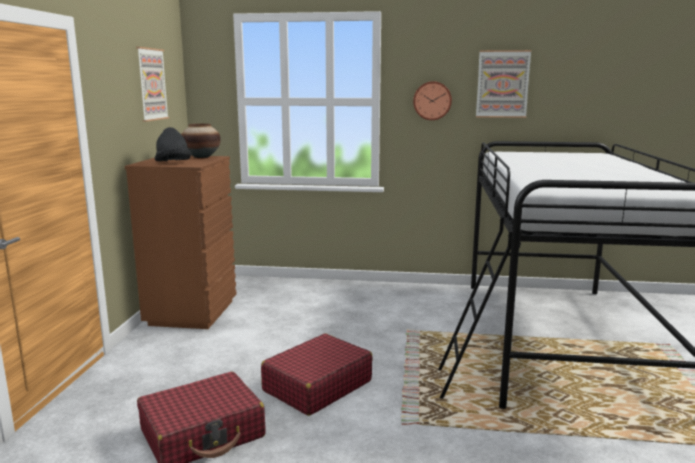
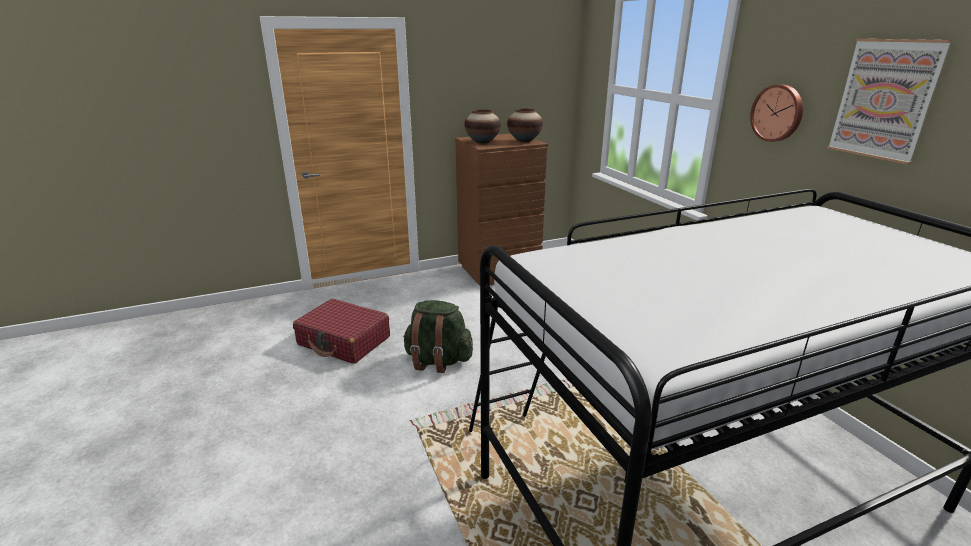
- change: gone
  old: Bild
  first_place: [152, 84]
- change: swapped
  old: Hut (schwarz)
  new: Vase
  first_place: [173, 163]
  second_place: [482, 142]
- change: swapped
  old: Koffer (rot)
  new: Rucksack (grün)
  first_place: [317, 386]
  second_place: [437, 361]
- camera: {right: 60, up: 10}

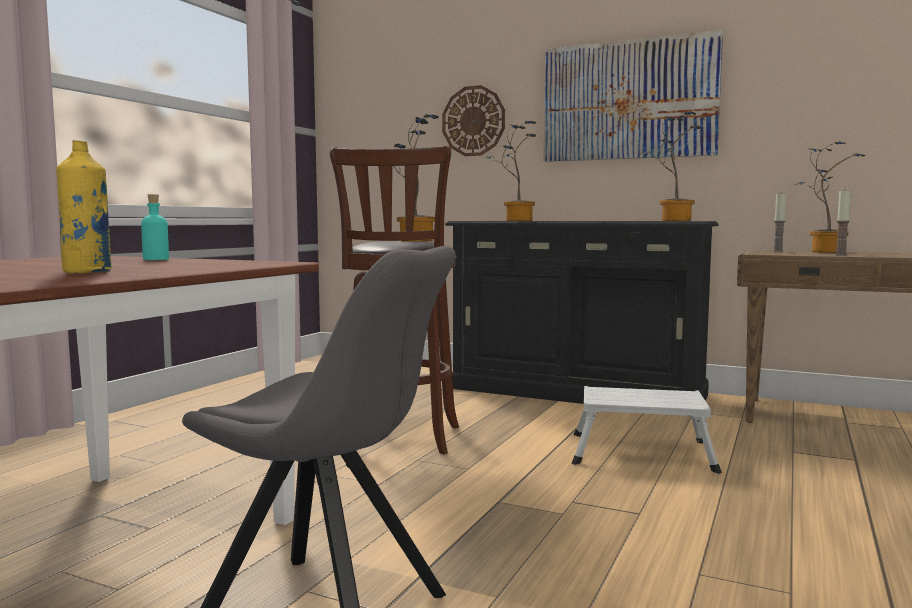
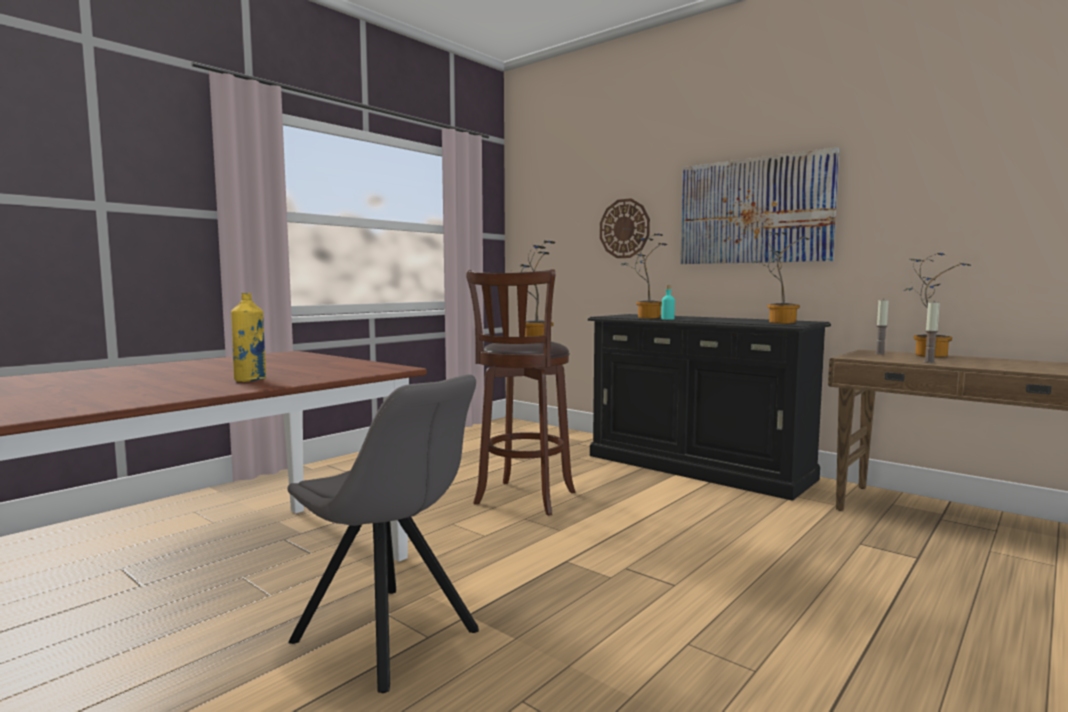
- change: shifted
  old: Flasche (türkis)
  first_place: [156, 259]
  second_place: [667, 319]
- change: gone
  old: Trittleiter (weiß)
  first_place: [642, 452]
- camera: {right: 15, up: 0}

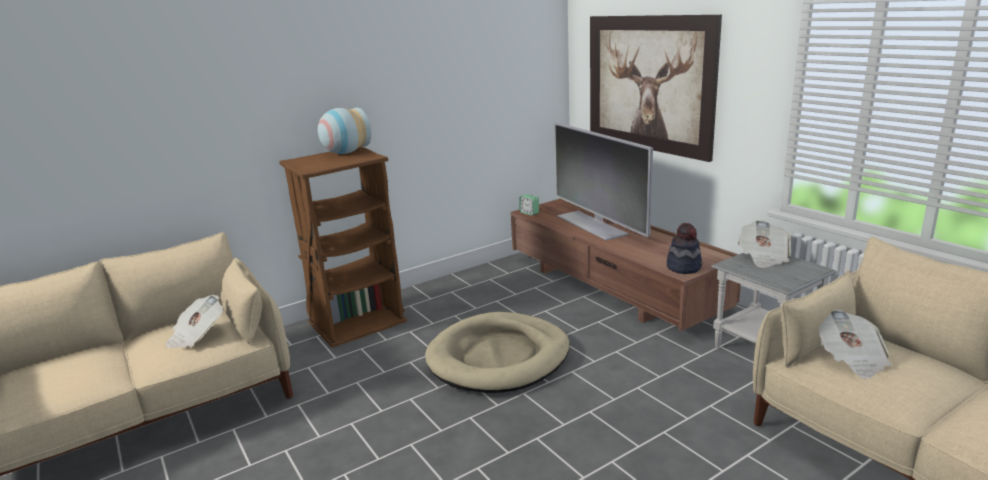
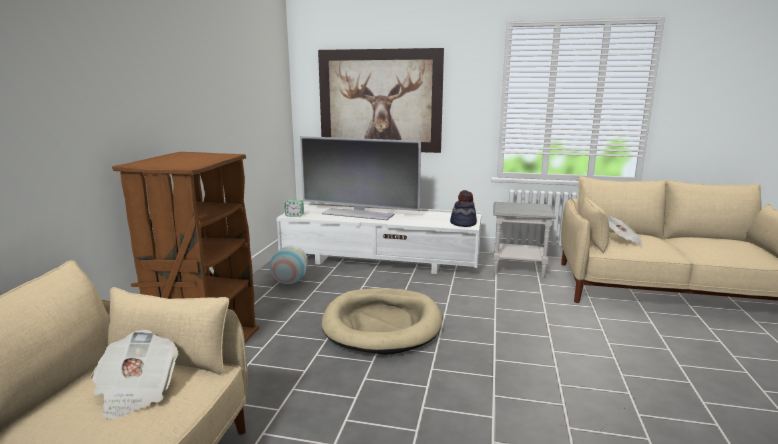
- change: shifted
  old: Vase
  first_place: [345, 153]
  second_place: [289, 282]
- change: repainted
  old: Fernsehschrank (braun)
  new: Fernsehschrank (weiß)
  first_place: [613, 285]
  second_place: [381, 259]
- change: gone
  old: Zeitung
  first_place: [763, 257]
- camera: {right: -45, up: -5}

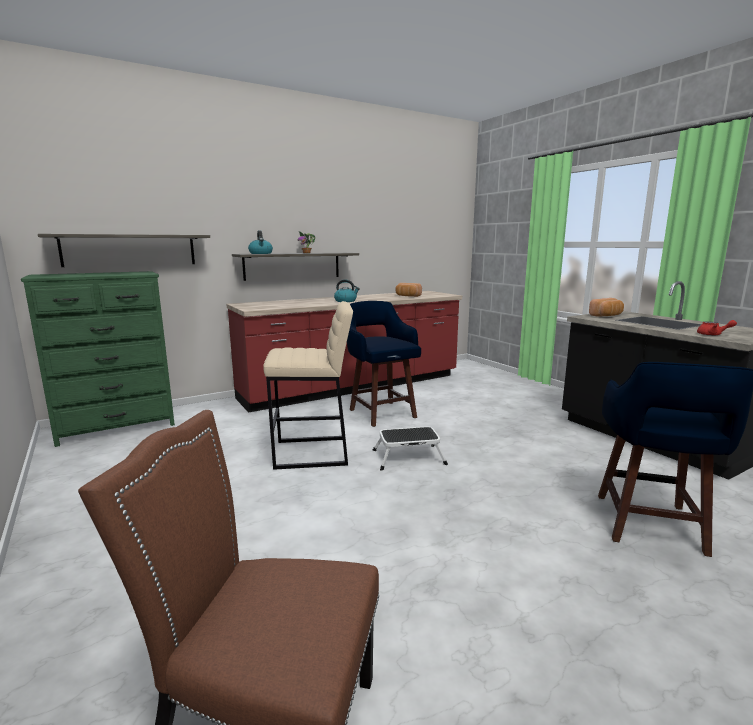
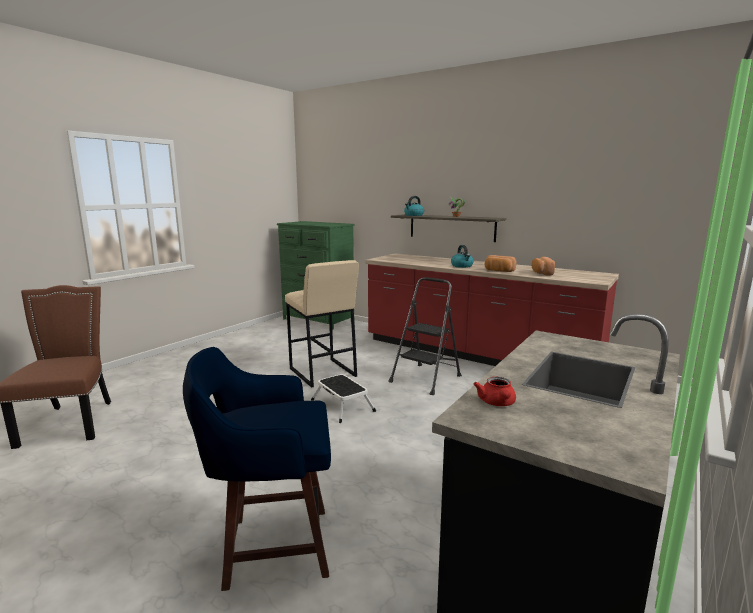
- change: gone
  old: Wandregal
  first_place: [130, 250]
- change: shifted
  old: Brot
  first_place: [607, 316]
  second_place: [498, 271]
- change: swapped
  old: Hocker (blau)
  new: Trittleiter (schwarz)
  first_place: [381, 412]
  second_place: [426, 377]
- camera: {right: 65, up: 0}

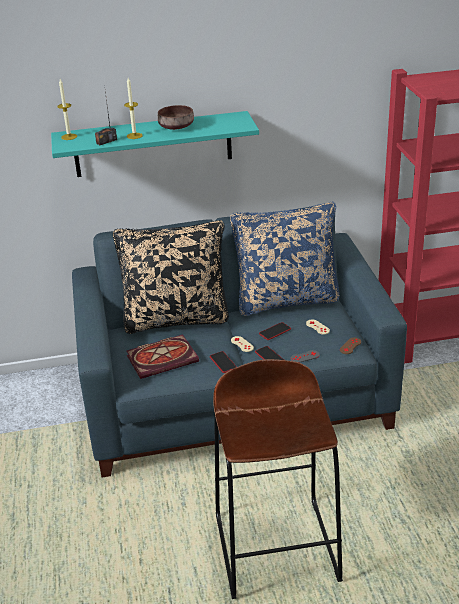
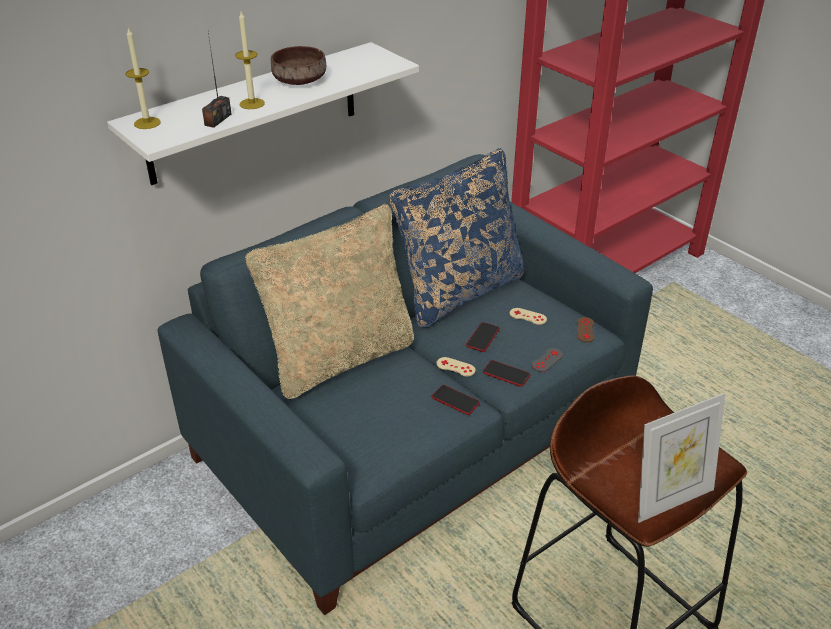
- change: repainted
  old: Wandregal (türkis)
  new: Wandregal (weiß)
  first_place: [153, 144]
  second_place: [254, 113]
- change: repainted
  old: Kissen (schwarz)
  new: Kissen (beige)
  first_place: [177, 321]
  second_place: [342, 360]
- change: gone
  old: Buch
  first_place: [163, 358]
- change: new
  new: Bilderrahmen
  second_place: [670, 499]
- camera: {right: -30, up: 5}

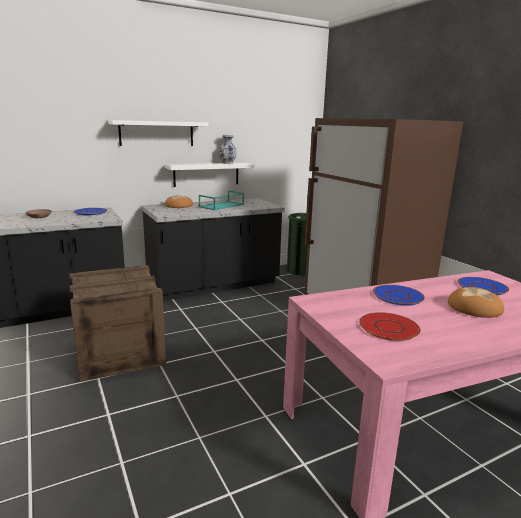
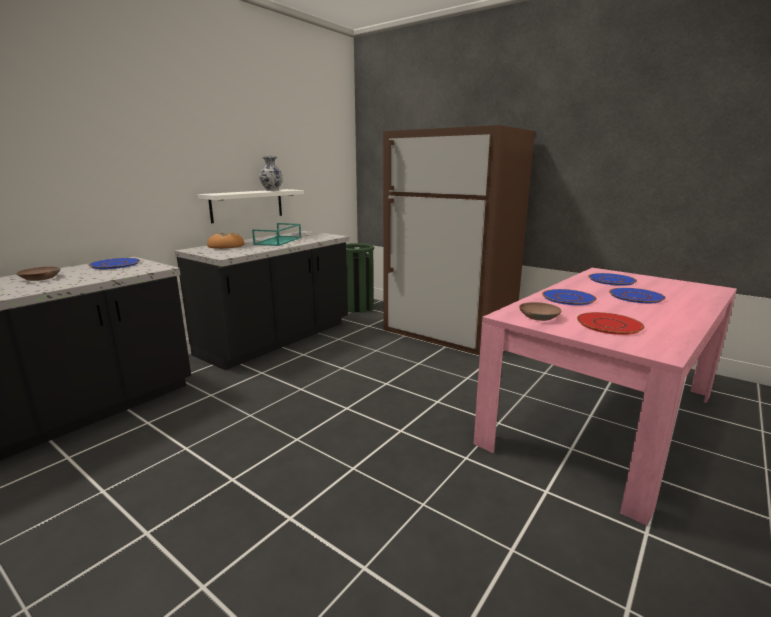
- change: gone
  old: Wandregal (weiß)
  first_place: [156, 133]
- change: gone
  old: Kiste
  first_place: [120, 353]
- change: swapped
  old: Brot
  new: Teller (blau)
  first_place: [475, 308]
  second_place: [636, 296]
- change: new
  new: Schüssel (braun)
  second_place: [538, 316]
- camera: {right: -25, up: 0}

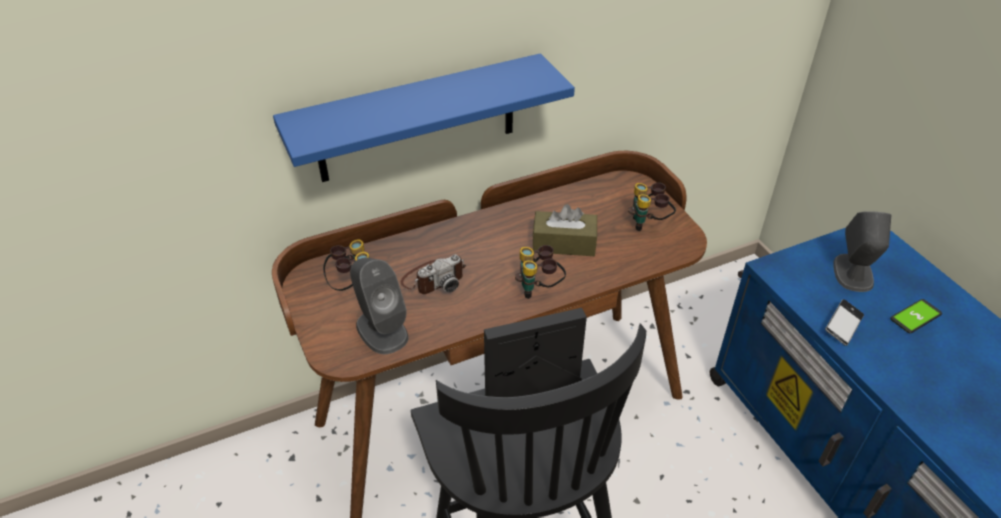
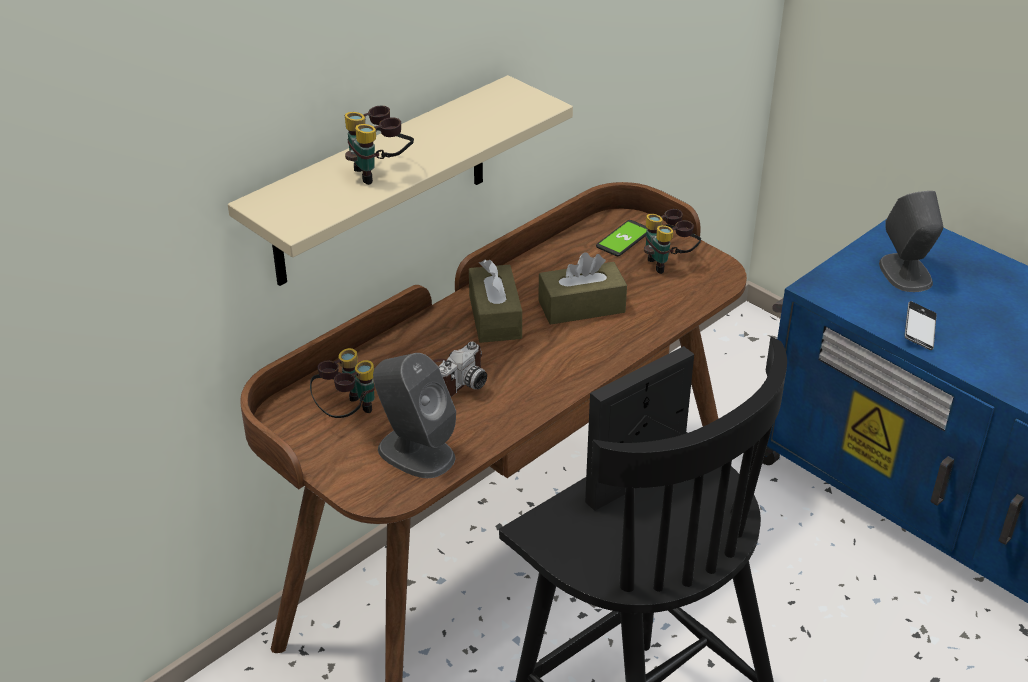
- change: repainted
  old: Wandregal (blau)
  new: Wandregal (beige)
  first_place: [417, 119]
  second_place: [381, 183]
- change: shifted
  old: Fernglas
  first_place: [539, 289]
  second_place: [380, 172]
- change: shifted
  old: Handy
  first_place: [915, 317]
  second_place: [623, 239]
- change: new
  new: Taschentuchbox (braun)
  second_place: [495, 317]
- camera: {right: -20, up: -5}

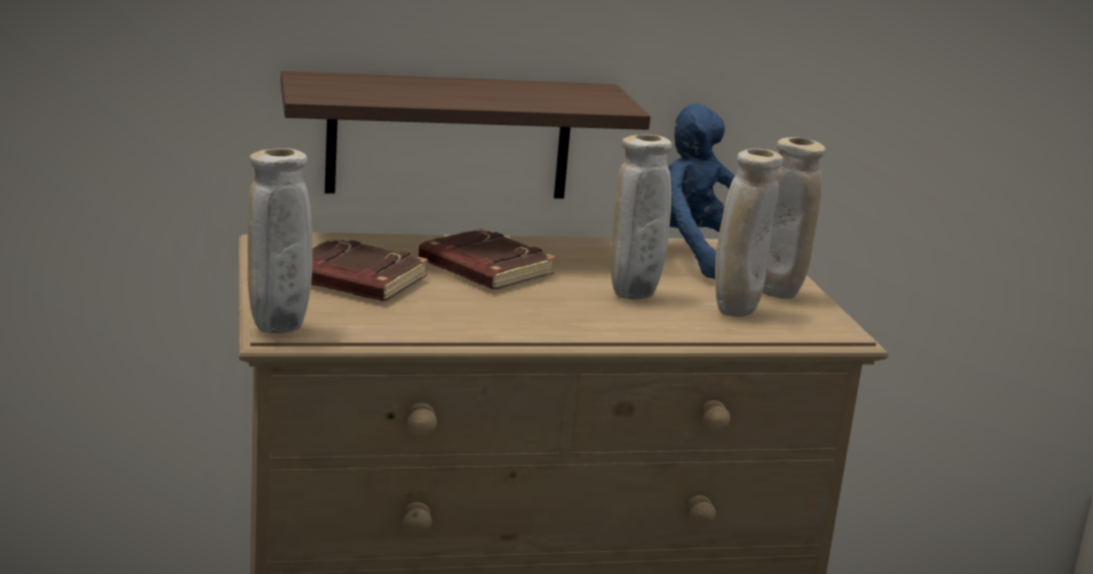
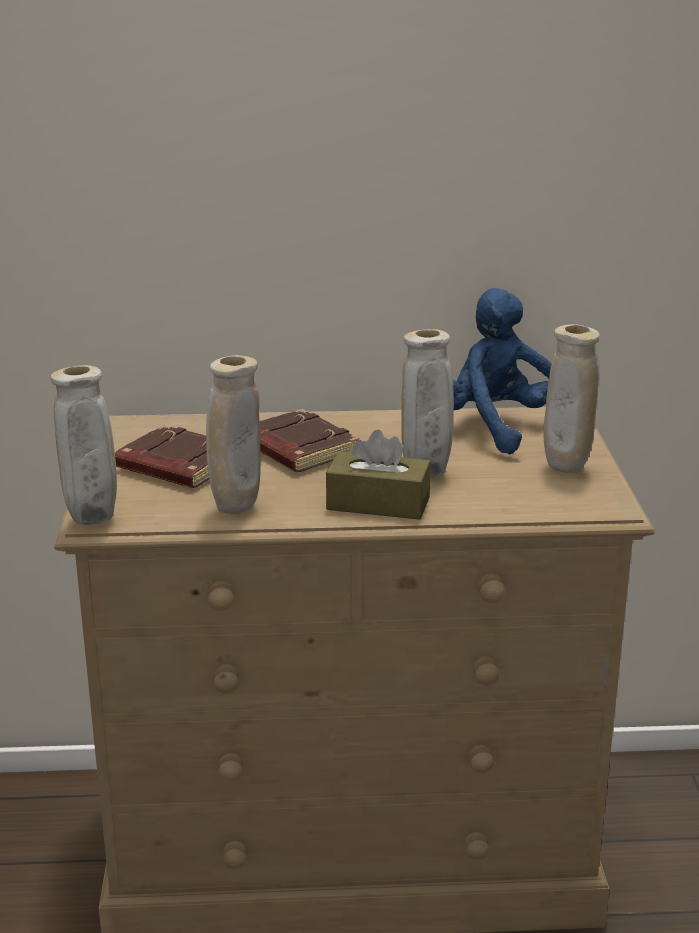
- change: gone
  old: Wandregal
  first_place: [449, 137]
- change: shifted
  old: Vase (beige)
  first_place: [735, 312]
  second_place: [236, 508]
- change: new
  new: Taschentuchbox (braun)
  second_place: [378, 503]
- camera: {right: 10, up: 5}

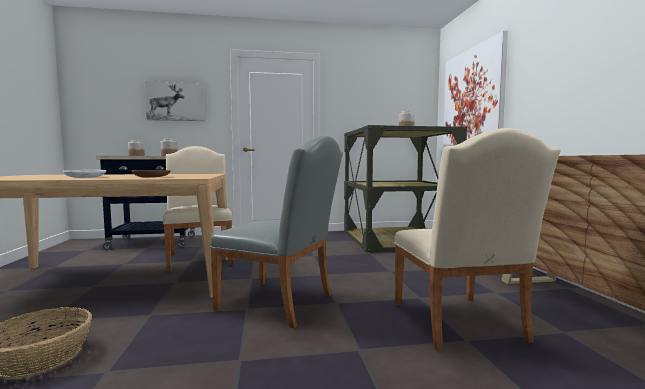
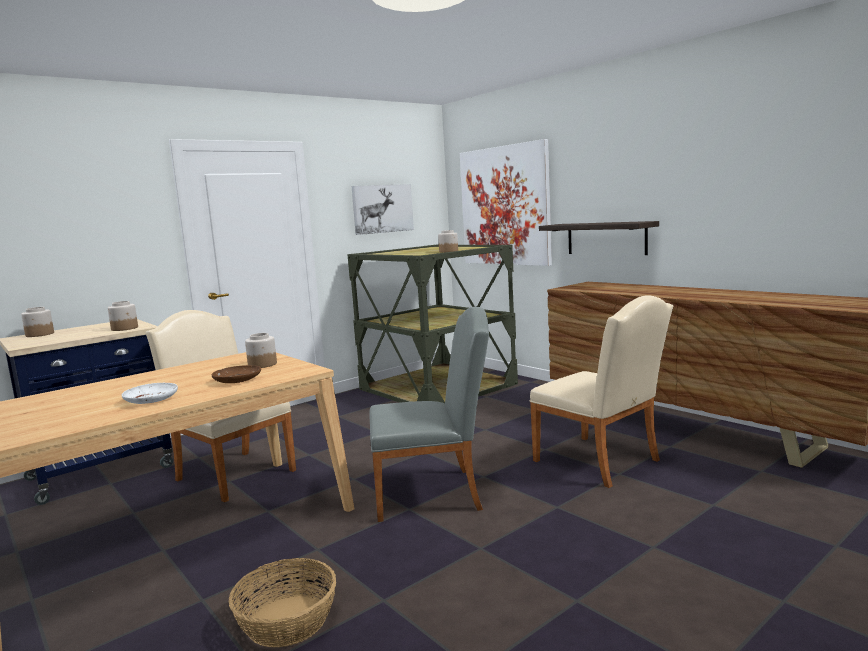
- change: shifted
  old: Bild
  first_place: [175, 102]
  second_place: [382, 209]
- change: new
  new: Wandregal
  second_place: [606, 238]
- change: new
  new: Vorratsglas
  second_place: [262, 364]
- camera: {right: -30, up: 5}

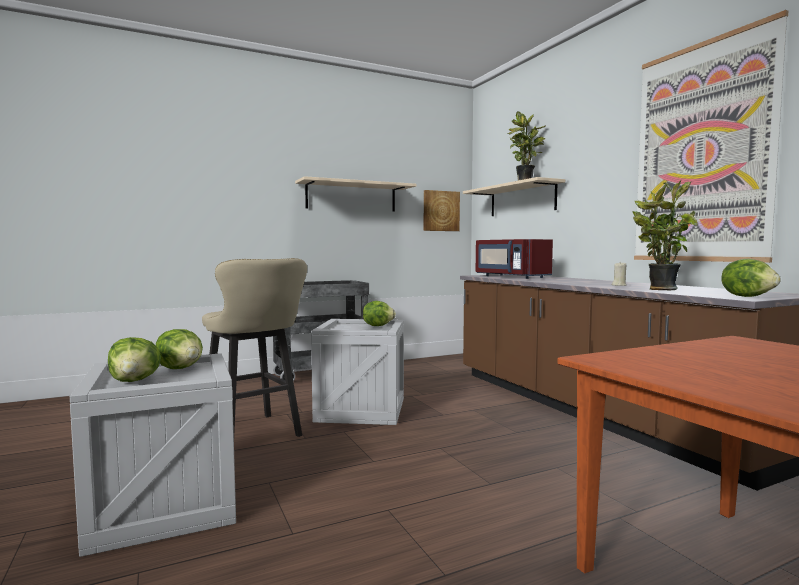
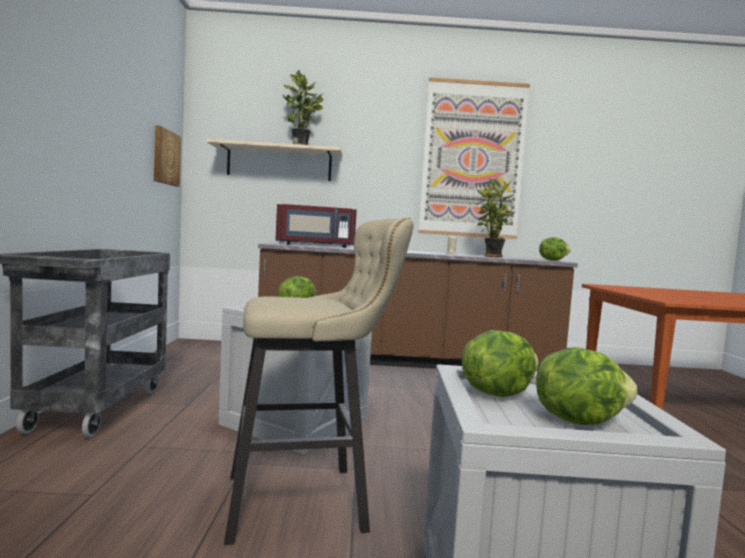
- change: gone
  old: Wandregal (beige)
  first_place: [351, 197]
- camera: {right: -65, up: 0}

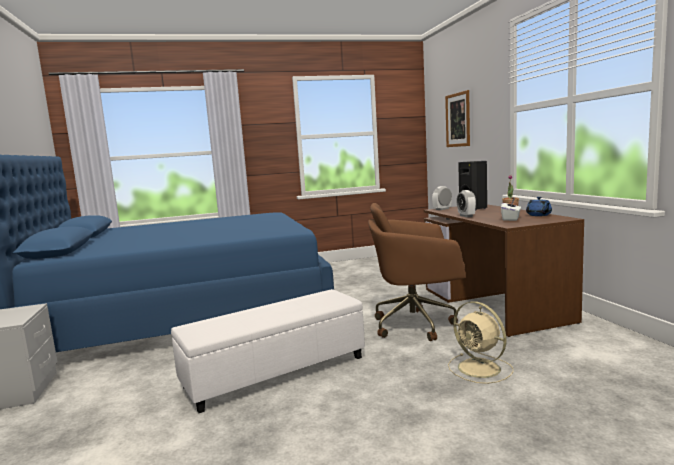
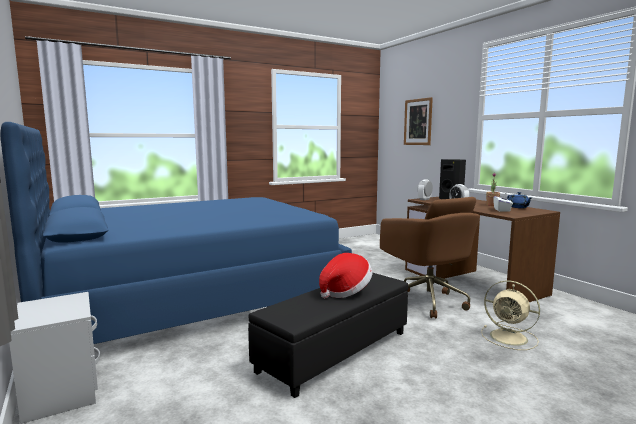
- change: rotated
  old: Bürostuhl (braun)
  first_place: [417, 325]
  second_place: [425, 302]
  degrees: -105
- change: repainted
  old: Polsterhocker (weiß)
  new: Polsterhocker (schwarz)
  first_place: [275, 371]
  second_place: [334, 351]
- change: new
  new: Hut
  second_place: [345, 291]
- camera: {right: -15, up: 0}

